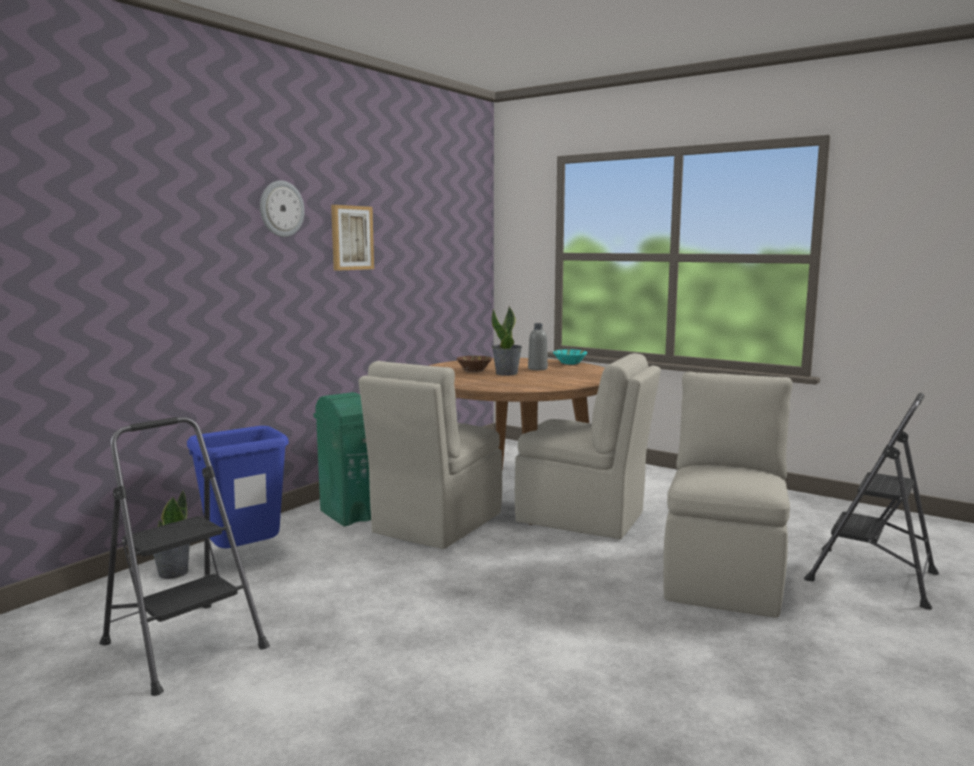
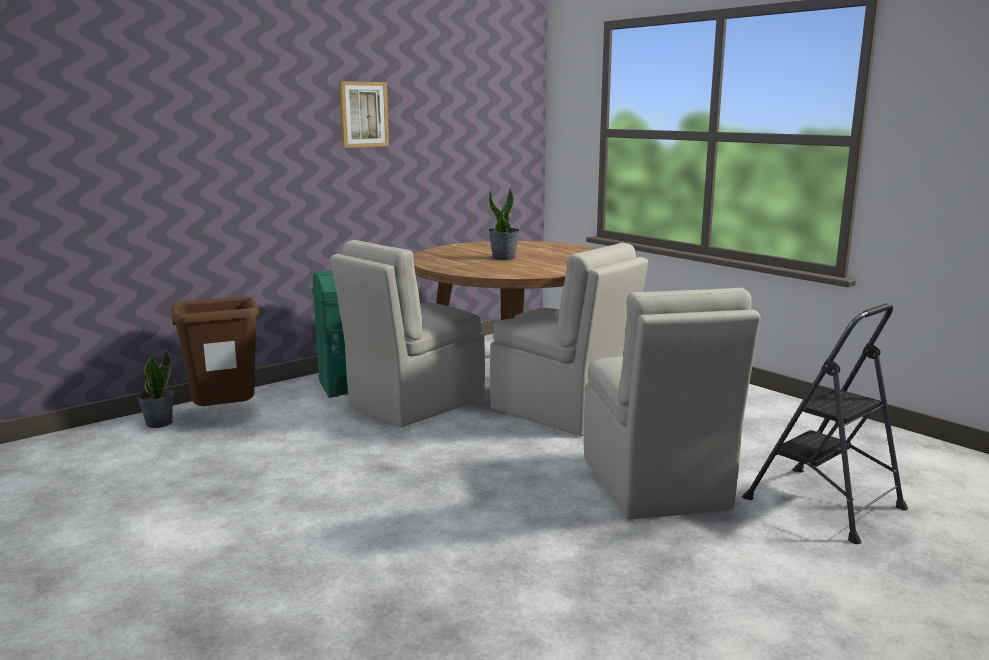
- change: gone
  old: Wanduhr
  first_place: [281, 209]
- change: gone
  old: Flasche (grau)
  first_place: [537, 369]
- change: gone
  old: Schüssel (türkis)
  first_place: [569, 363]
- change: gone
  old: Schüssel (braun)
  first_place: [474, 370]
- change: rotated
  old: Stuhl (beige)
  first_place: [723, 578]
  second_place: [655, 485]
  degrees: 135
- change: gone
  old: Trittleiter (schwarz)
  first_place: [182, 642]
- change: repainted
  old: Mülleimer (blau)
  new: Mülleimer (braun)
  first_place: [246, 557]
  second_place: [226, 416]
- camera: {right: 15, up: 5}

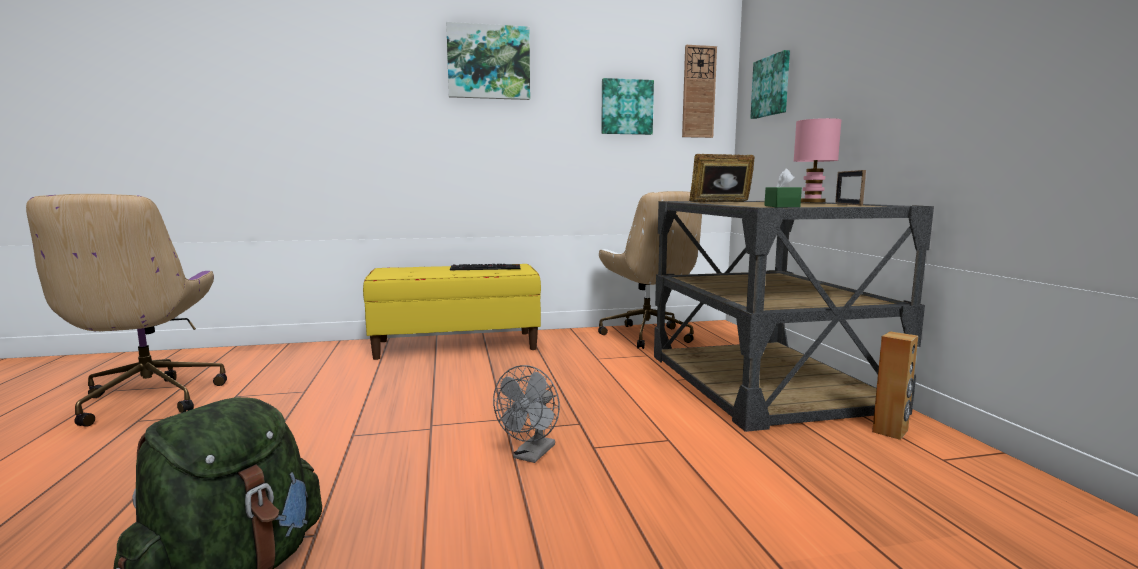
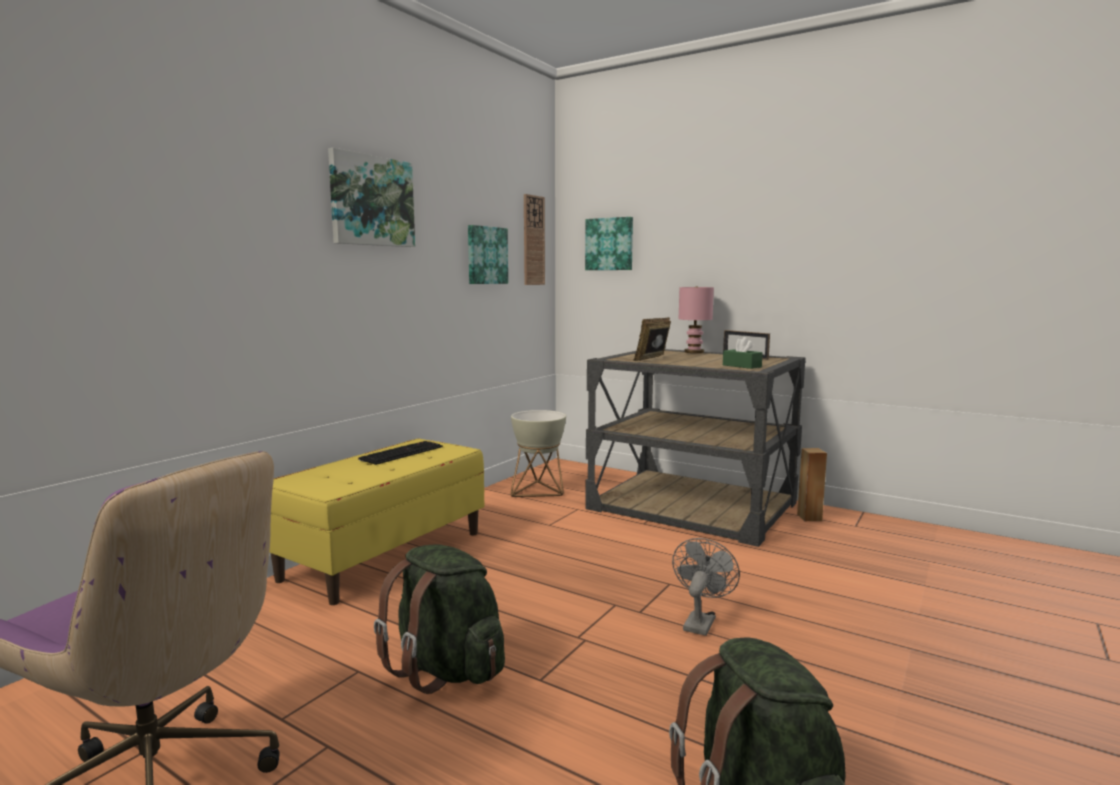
- change: swapped
  old: Bürostuhl (weiß)
  new: Pflanzkübel
  first_place: [647, 337]
  second_place: [538, 491]
- change: rotated
  old: Ventilator (grau)
  first_place: [531, 455]
  second_place: [700, 621]
  degrees: -135
- change: new
  new: Rucksack (grün)
  second_place: [446, 669]
- camera: {right: -45, up: 0}

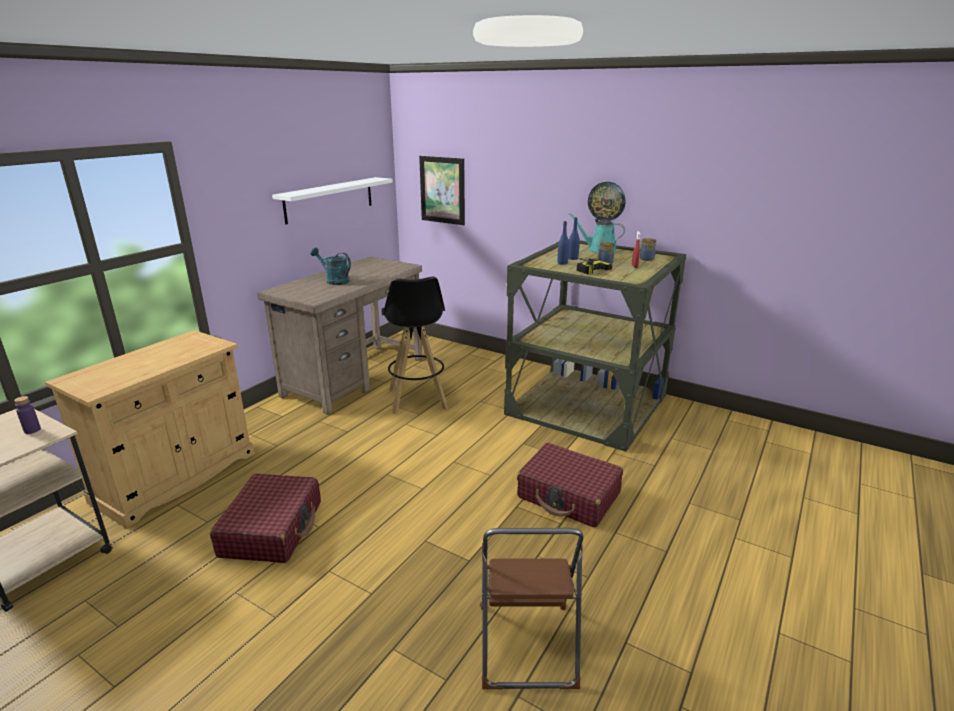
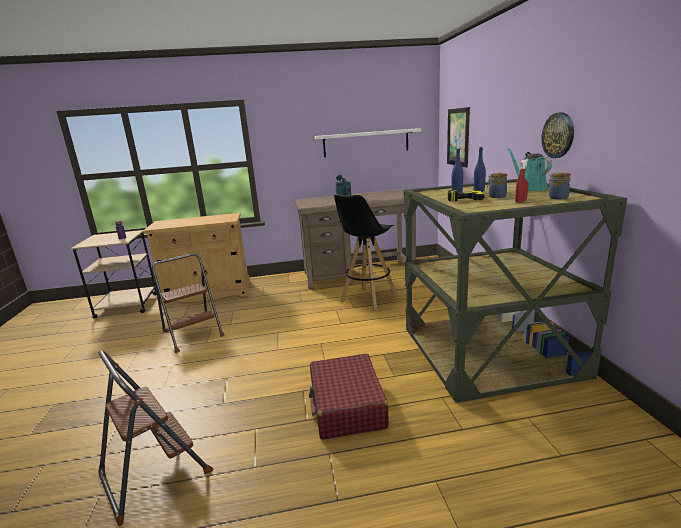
- change: swapped
  old: Koffer (rot)
  new: Trittleiter (braun)
  first_place: [272, 529]
  second_place: [192, 333]
- camera: {right: 50, up: -5}

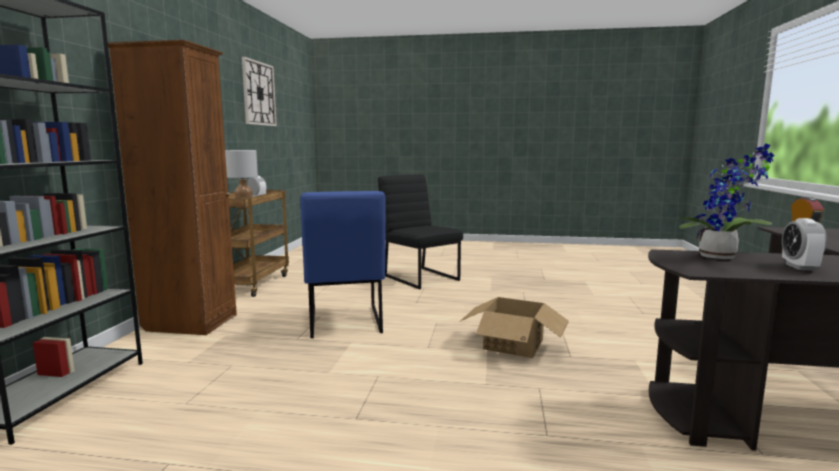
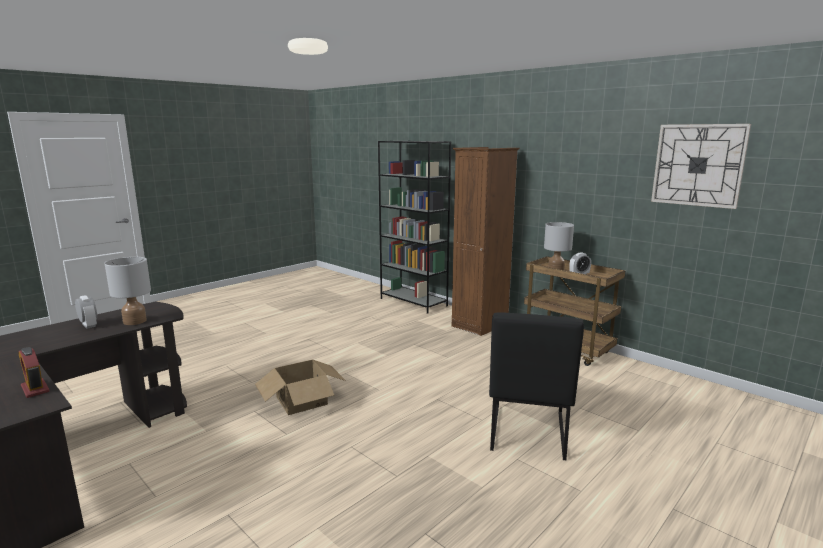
- change: swapped
  old: Topfpflanze
  new: Tischlampe (grau)
  first_place: [722, 257]
  second_place: [135, 321]
- change: rotated
  old: Stuhl (schwarz)
  first_place: [420, 277]
  second_place: [527, 432]
  degrees: 105
- change: gone
  old: Stuhl (blau)
  first_place: [344, 322]
- camera: {right: 125, up: 5}

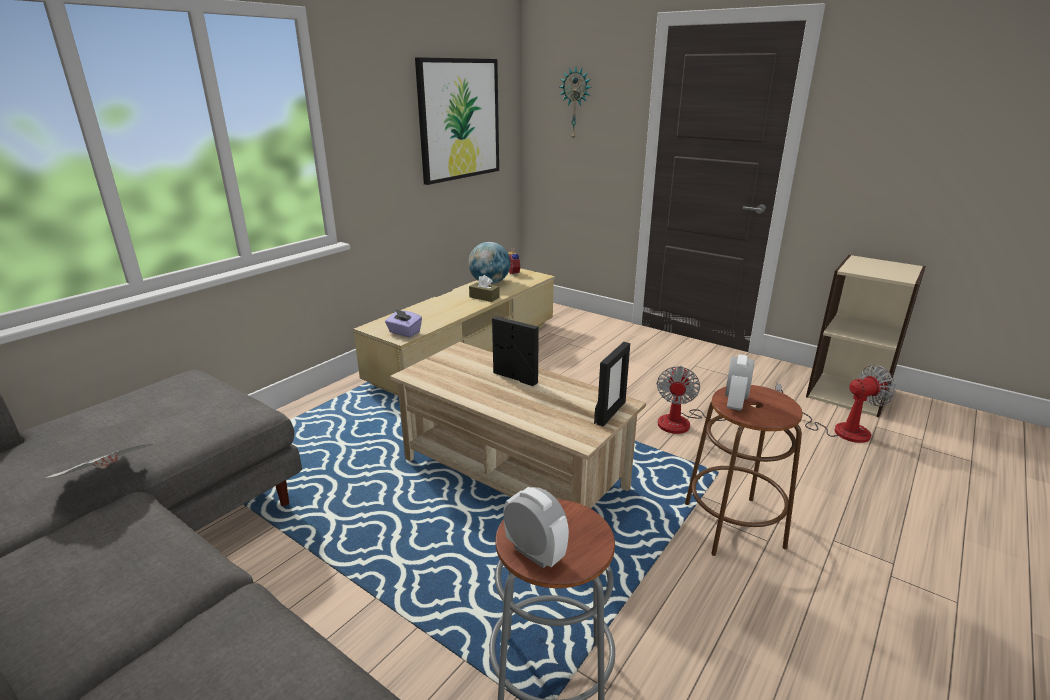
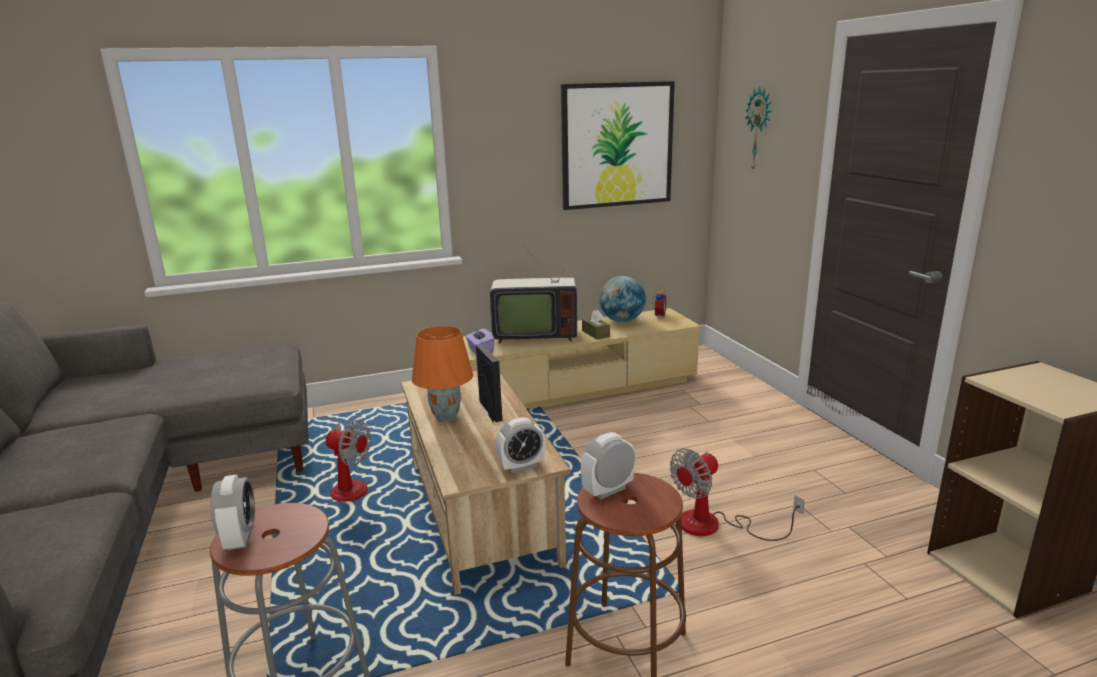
- change: swapped
  old: Bilderrahmen
  new: Wecker
  first_place: [610, 412]
  second_place: [521, 466]
- change: shifted
  old: Ventilator
  first_place: [838, 429]
  second_place: [348, 485]
- change: gone
  old: Zeitung
  first_place: [110, 480]
- change: new
  new: Fernseher
  second_place: [534, 335]
- change: new
  new: Tischlampe (orange)
  second_place: [446, 417]
- camera: {right: 35, up: -5}

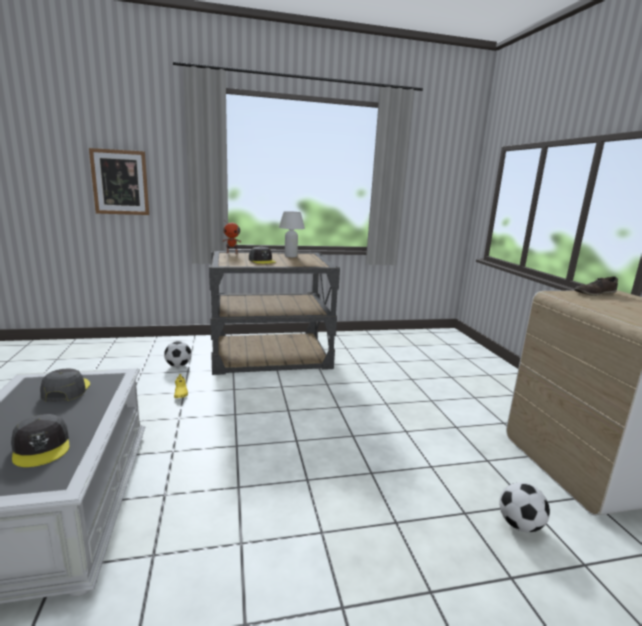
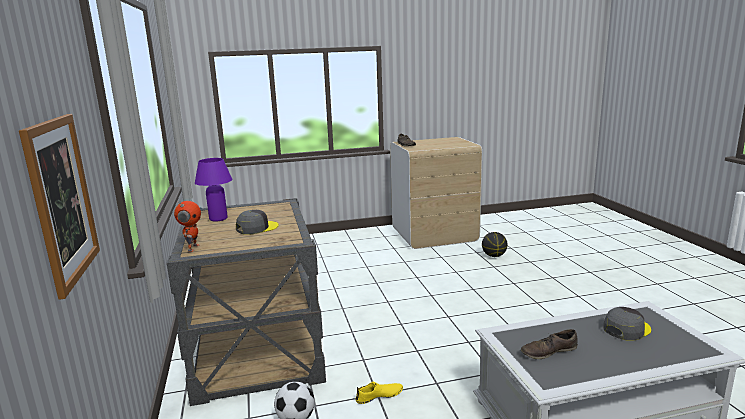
- change: repainted
  old: Tischlampe (weiß)
  new: Tischlampe (lila)
  first_place: [291, 256]
  second_place: [218, 219]
- change: swapped
  old: Kappe (grau)
  new: Schuh (braun)
  first_place: [66, 390]
  second_place: [548, 351]
- change: swapped
  old: Fußball
  new: Basketball
  first_place: [520, 525]
  second_place: [494, 256]
- camera: {right: -90, up: 0}

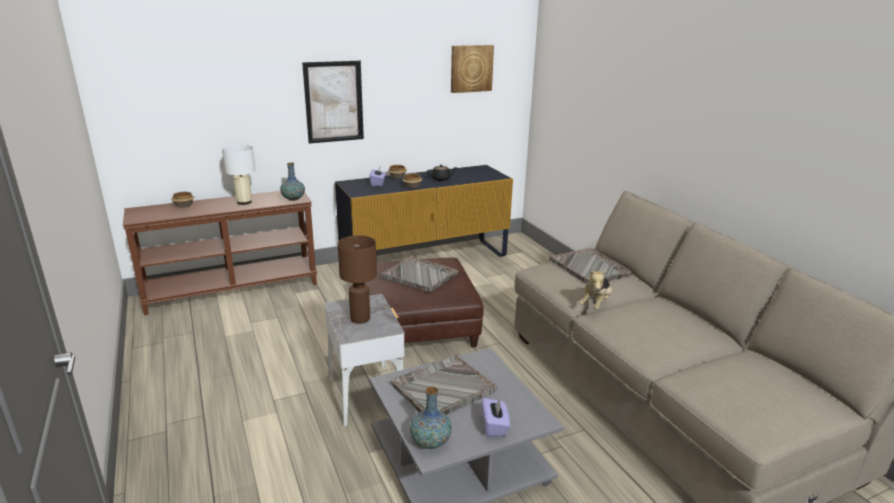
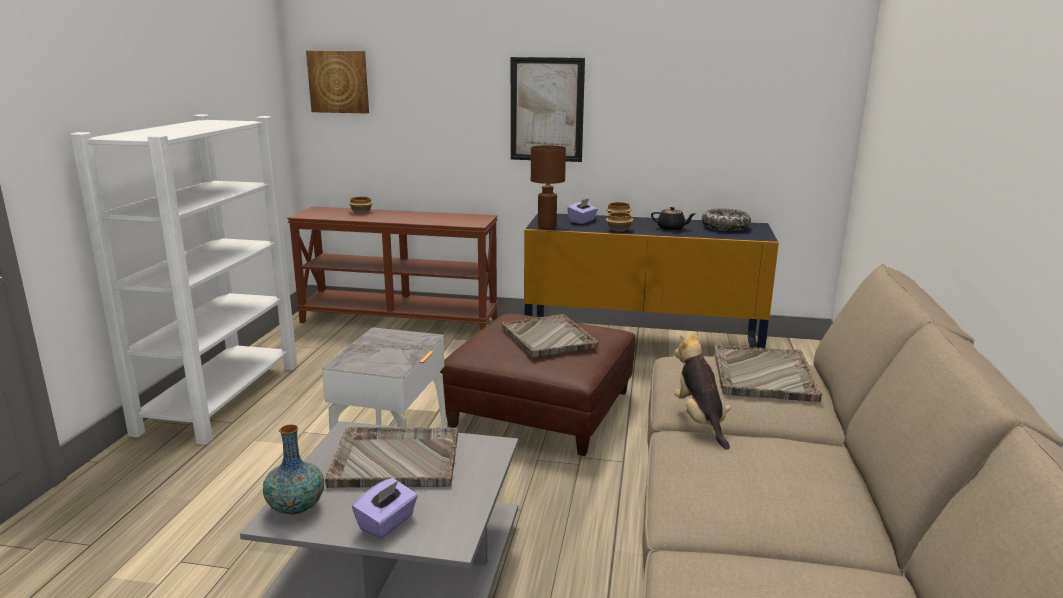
- change: shifted
  old: Bild
  first_place: [471, 68]
  second_place: [339, 81]
- change: gone
  old: Tischlampe (weiß)
  first_place: [244, 202]
- change: gone
  old: Vase
  first_place: [293, 199]
- change: shifted
  old: Tischlampe (braun)
  first_place: [360, 318]
  second_place: [547, 227]
- change: rotated
  old: Plüschtier
  first_place: [595, 304]
  second_place: [700, 421]
  degrees: 105
- change: new
  new: Bücherregal (weiß)
  second_place: [221, 398]
- change: new
  new: Schüssel
  second_place: [725, 227]
- camera: {right: 35, up: -5}

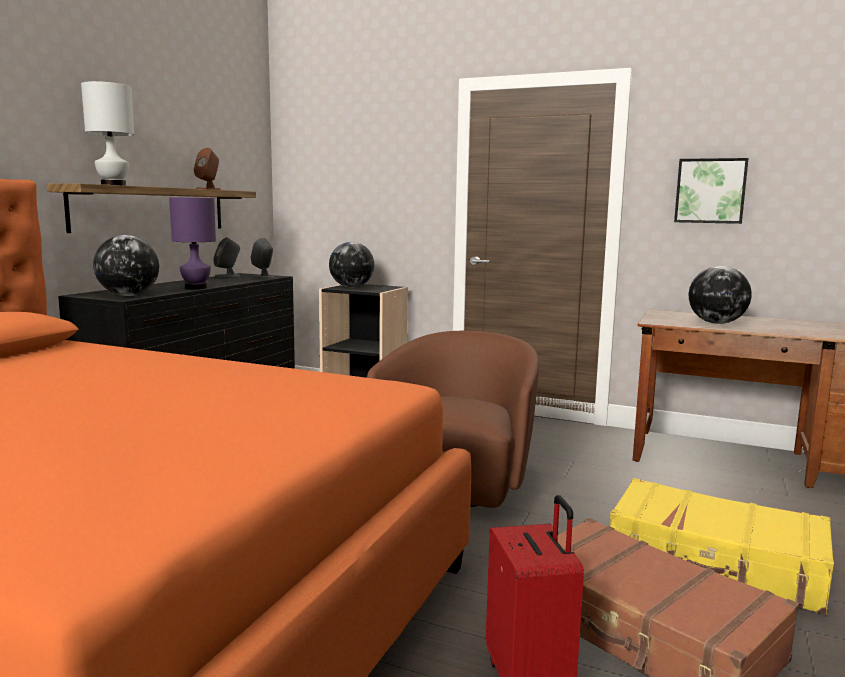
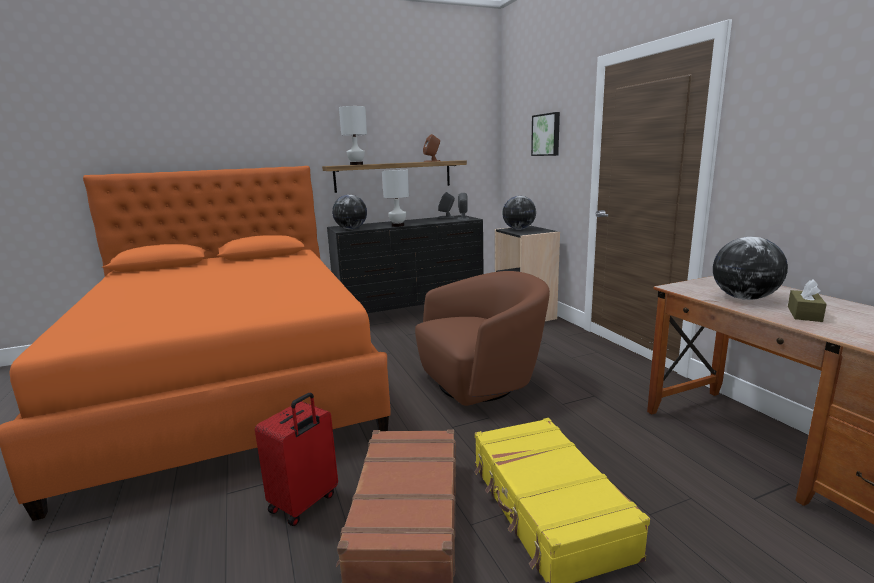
- change: shifted
  old: Bild
  first_place: [710, 191]
  second_place: [546, 135]
- change: repainted
  old: Tischlampe (lila)
  new: Tischlampe (weiß)
  first_place: [196, 287]
  second_place: [398, 225]
- change: new
  new: Taschentuchbox (braun)
  second_place: [804, 314]
- camera: {right: 45, up: 5}

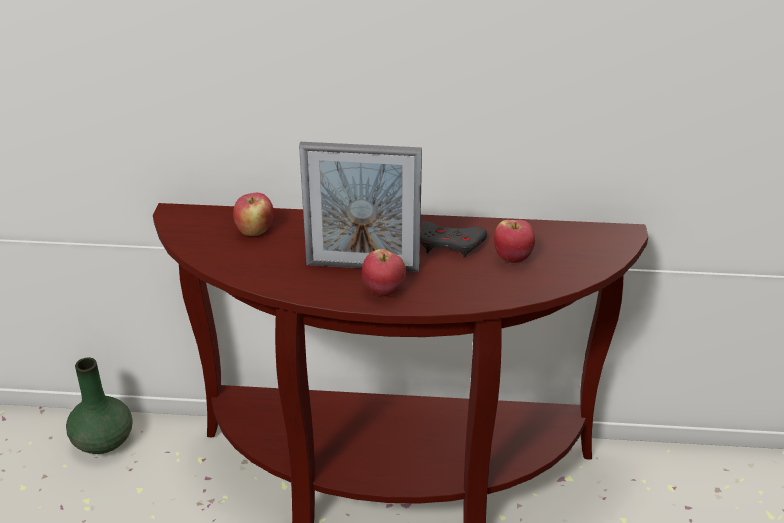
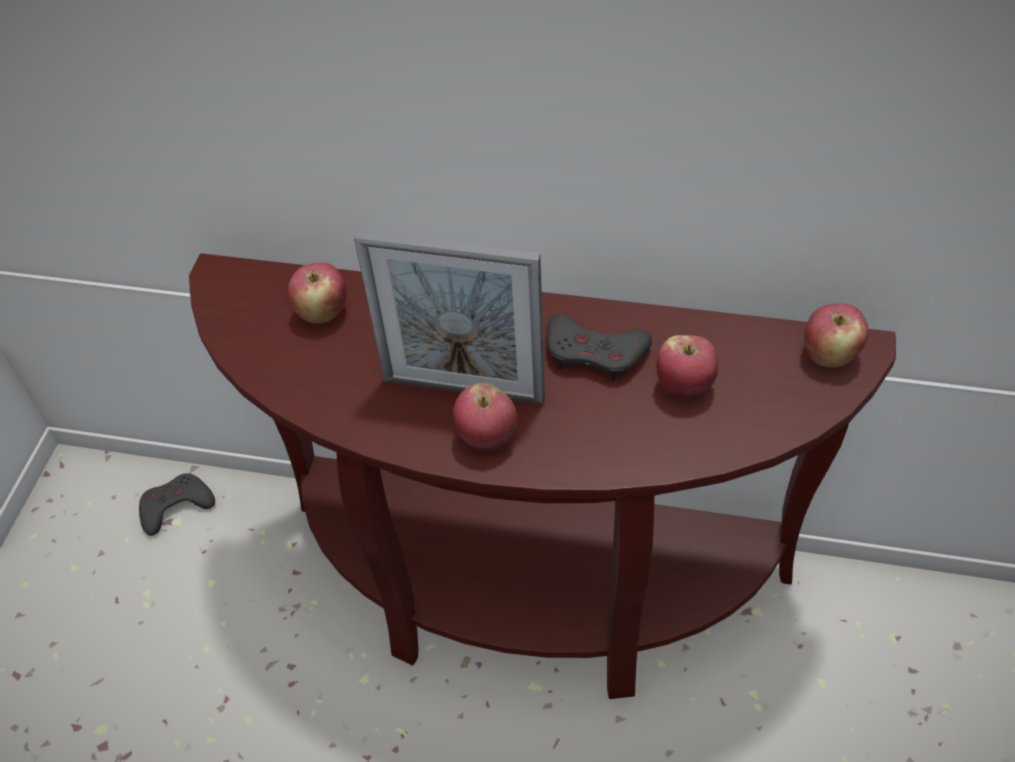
- change: swapped
  old: Vase (grün)
  new: Gamepad (grau)
  first_place: [103, 440]
  second_place: [176, 506]
- change: new
  new: Apfel
  second_place: [829, 355]
- camera: {right: 10, up: 15}

